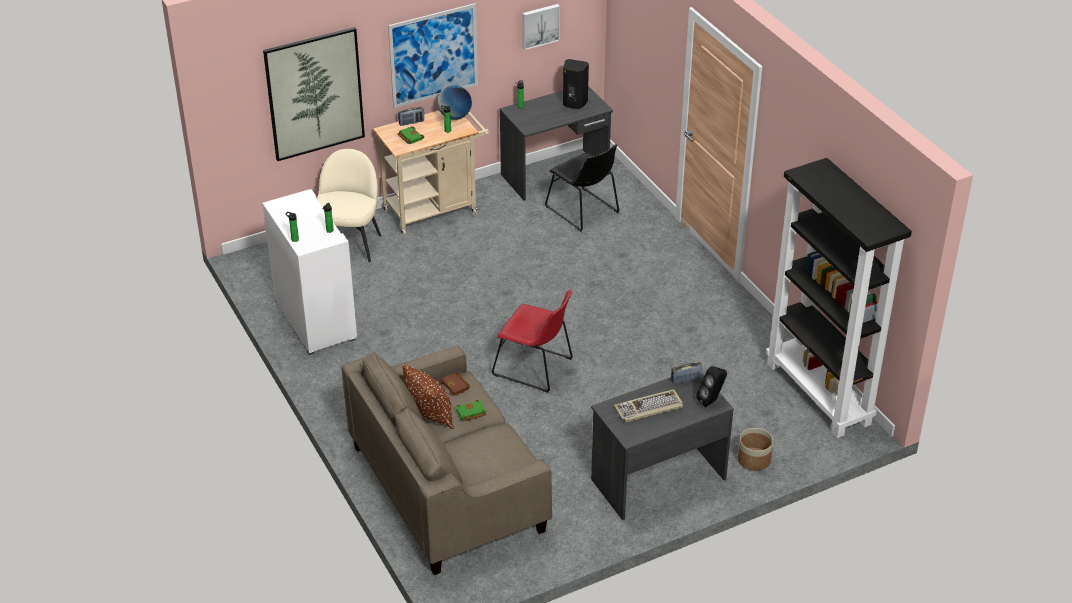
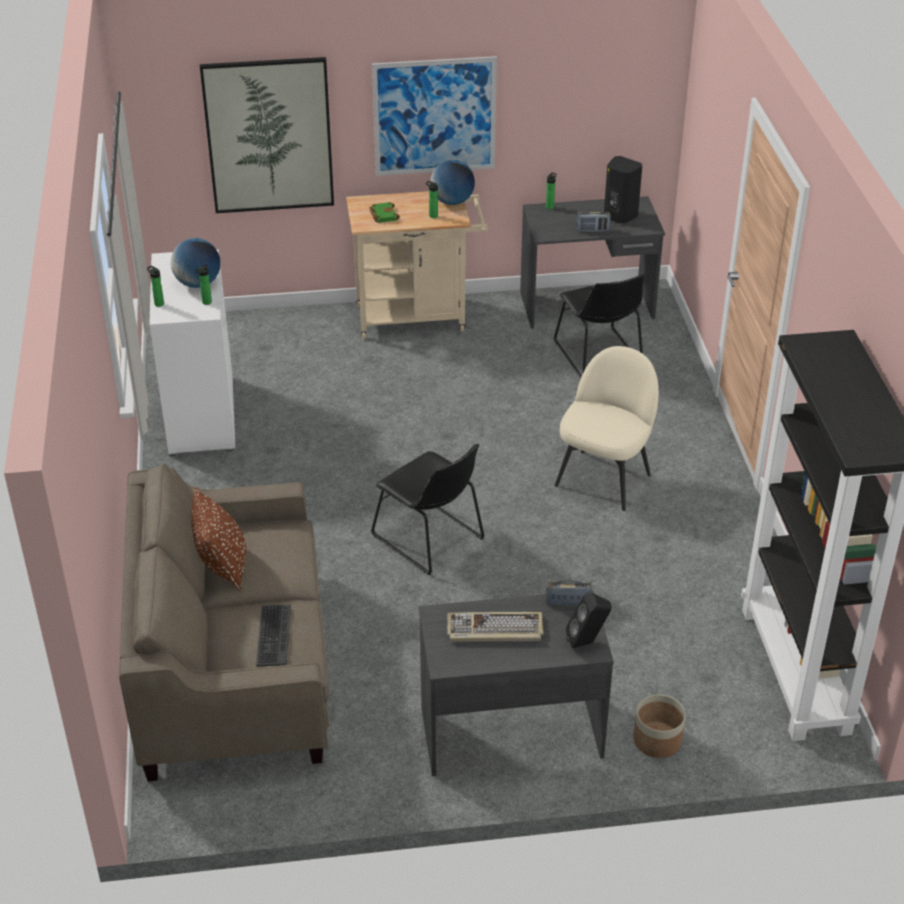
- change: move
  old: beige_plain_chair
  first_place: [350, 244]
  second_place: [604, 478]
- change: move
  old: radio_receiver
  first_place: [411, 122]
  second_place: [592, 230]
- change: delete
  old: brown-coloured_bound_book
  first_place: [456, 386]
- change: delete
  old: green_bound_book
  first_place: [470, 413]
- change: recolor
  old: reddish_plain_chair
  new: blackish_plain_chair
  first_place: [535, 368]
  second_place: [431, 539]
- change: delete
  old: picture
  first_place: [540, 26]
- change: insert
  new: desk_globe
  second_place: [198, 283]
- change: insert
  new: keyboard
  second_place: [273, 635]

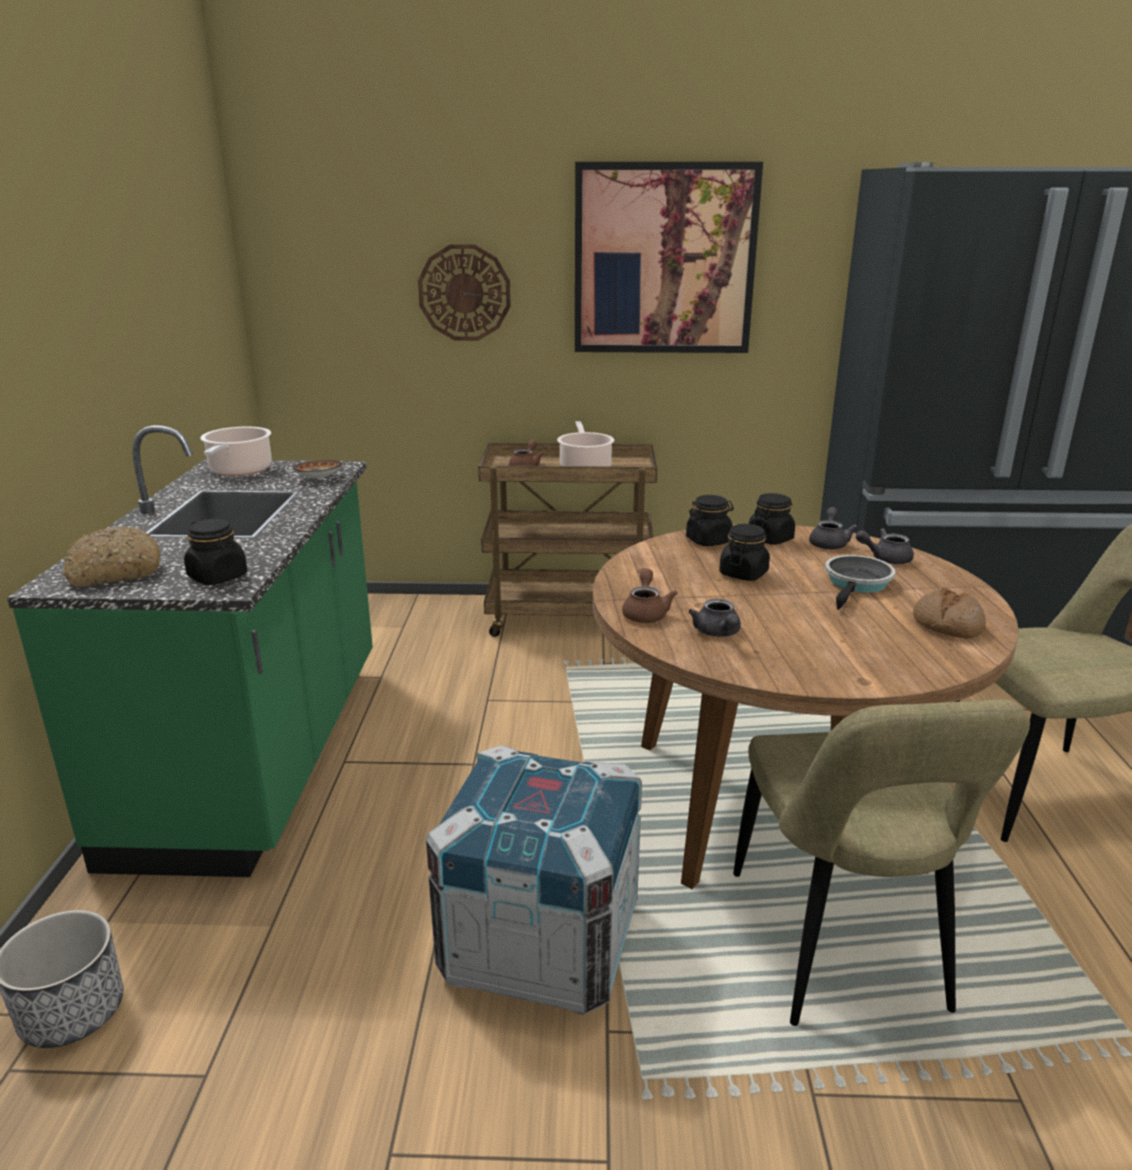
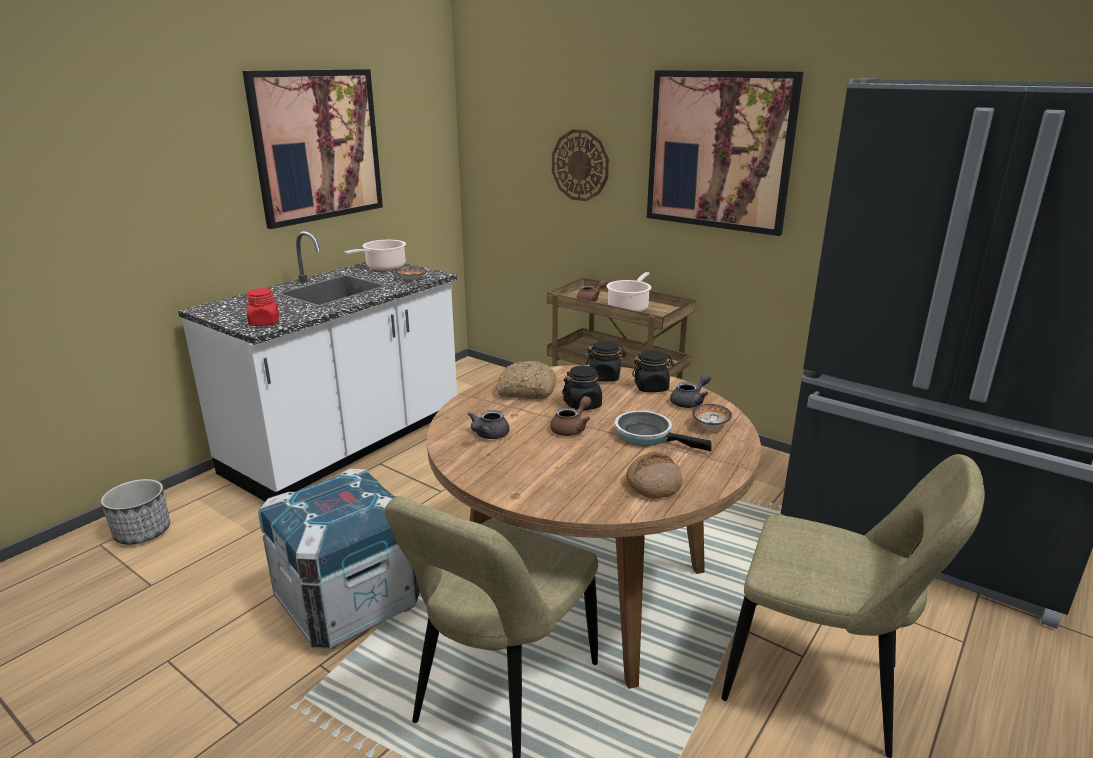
- change: recolor
  old: green_kitchen_base_unit
  new: white_kitchen_base_unit
  first_place: [260, 754]
  second_place: [347, 444]
- change: move
  old: bread
  first_place: [114, 572]
  second_place: [526, 390]
- change: recolor
  old: blackish_jar
  new: reddish_jar
  first_place: [218, 577]
  second_place: [264, 322]
- change: move
  old: brown-coloured_tea_pot
  first_place: [645, 613]
  second_place: [571, 428]
- change: rotate
  old: pan
  first_place: [857, 584]
  second_place: [648, 436]
  degrees: -120
- change: replace
  old: gray_tea_pot
  new: bowl
  first_place: [885, 559]
  second_place: [709, 425]
- change: insert
  new: picture
  second_place: [317, 146]

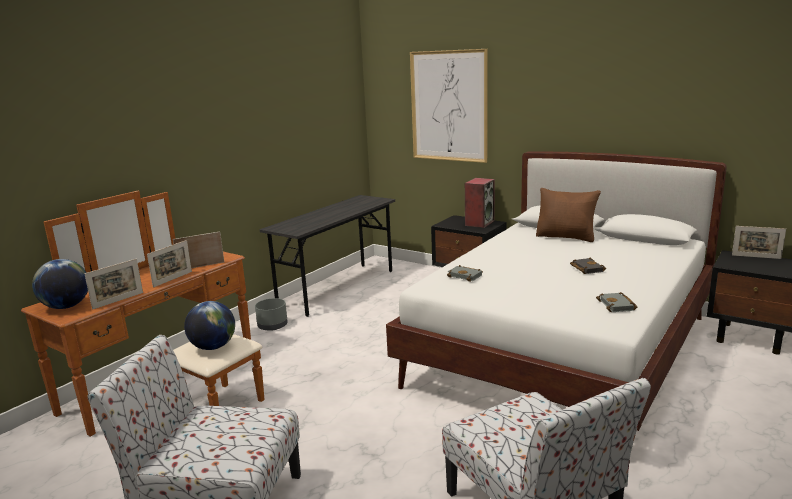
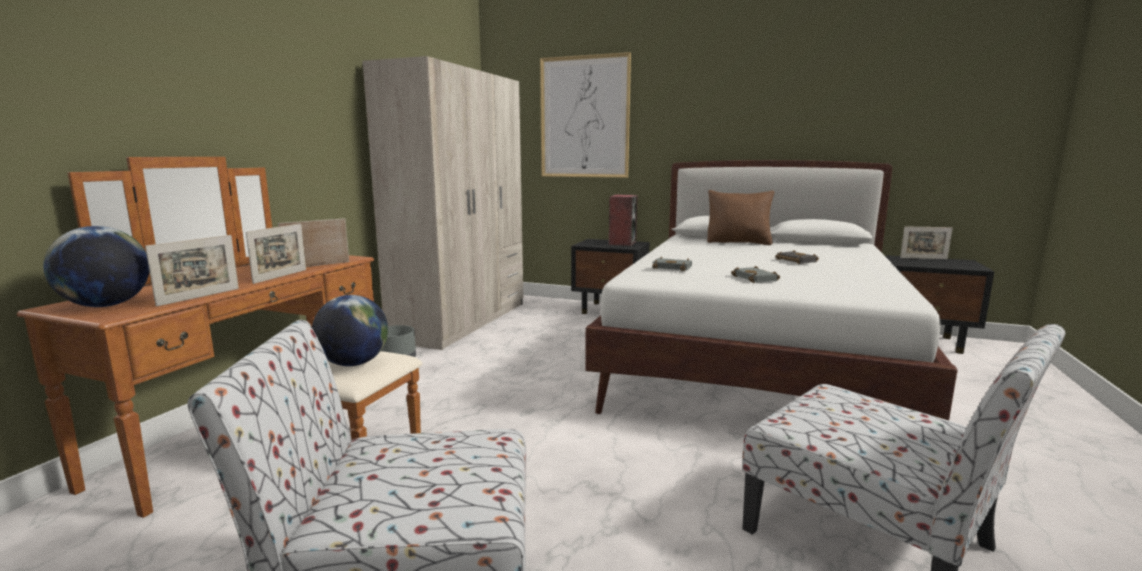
- change: replace
  old: gray_desk
  new: beige_wardrobe
  first_place: [337, 288]
  second_place: [462, 321]
- change: move
  old: gray_bound_book
  first_place: [618, 306]
  second_place: [757, 279]

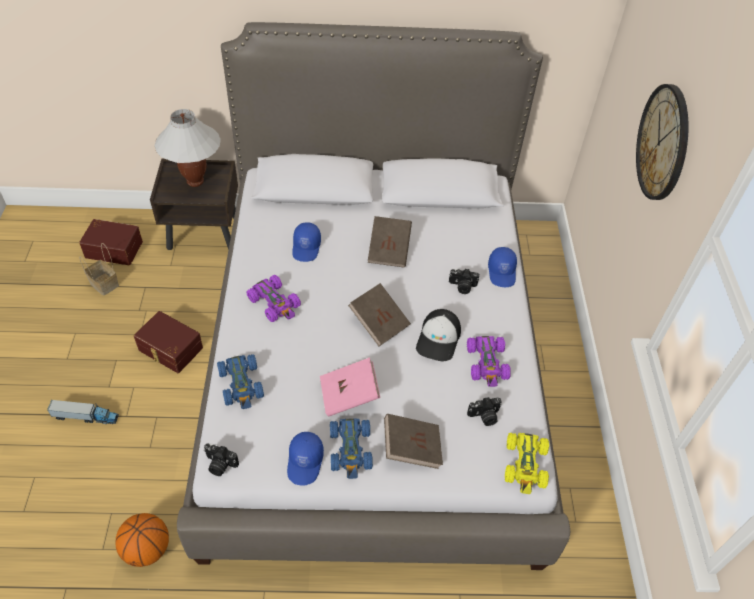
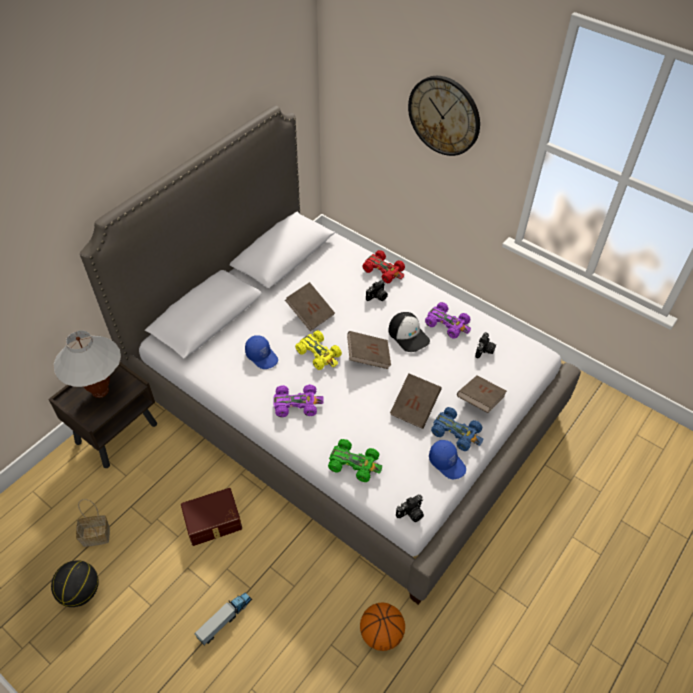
- change: delete
  old: brown-coloured_storage_bin
  first_place: [114, 248]
- change: recolor
  old: blue_miniature_car
  new: green_miniature_car
  first_place: [241, 384]
  second_place: [354, 464]
- change: recolor
  old: pink_bound_book
  new: brown-coloured_bound_book
  first_place: [349, 395]
  second_place: [414, 408]
- change: replace
  old: blue_cap
  new: reddish_miniature_car
  first_place: [502, 272]
  second_place: [384, 270]
- change: move
  old: yellow_miniature_car
  first_place: [525, 465]
  second_place: [319, 354]
- change: insert
  new: ball_for_basketball
  second_place: [80, 592]

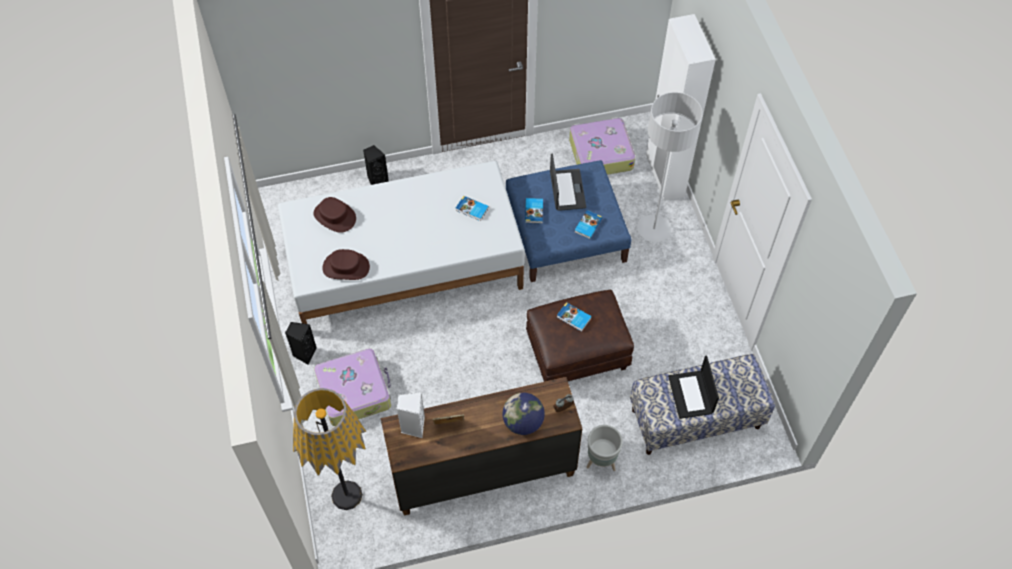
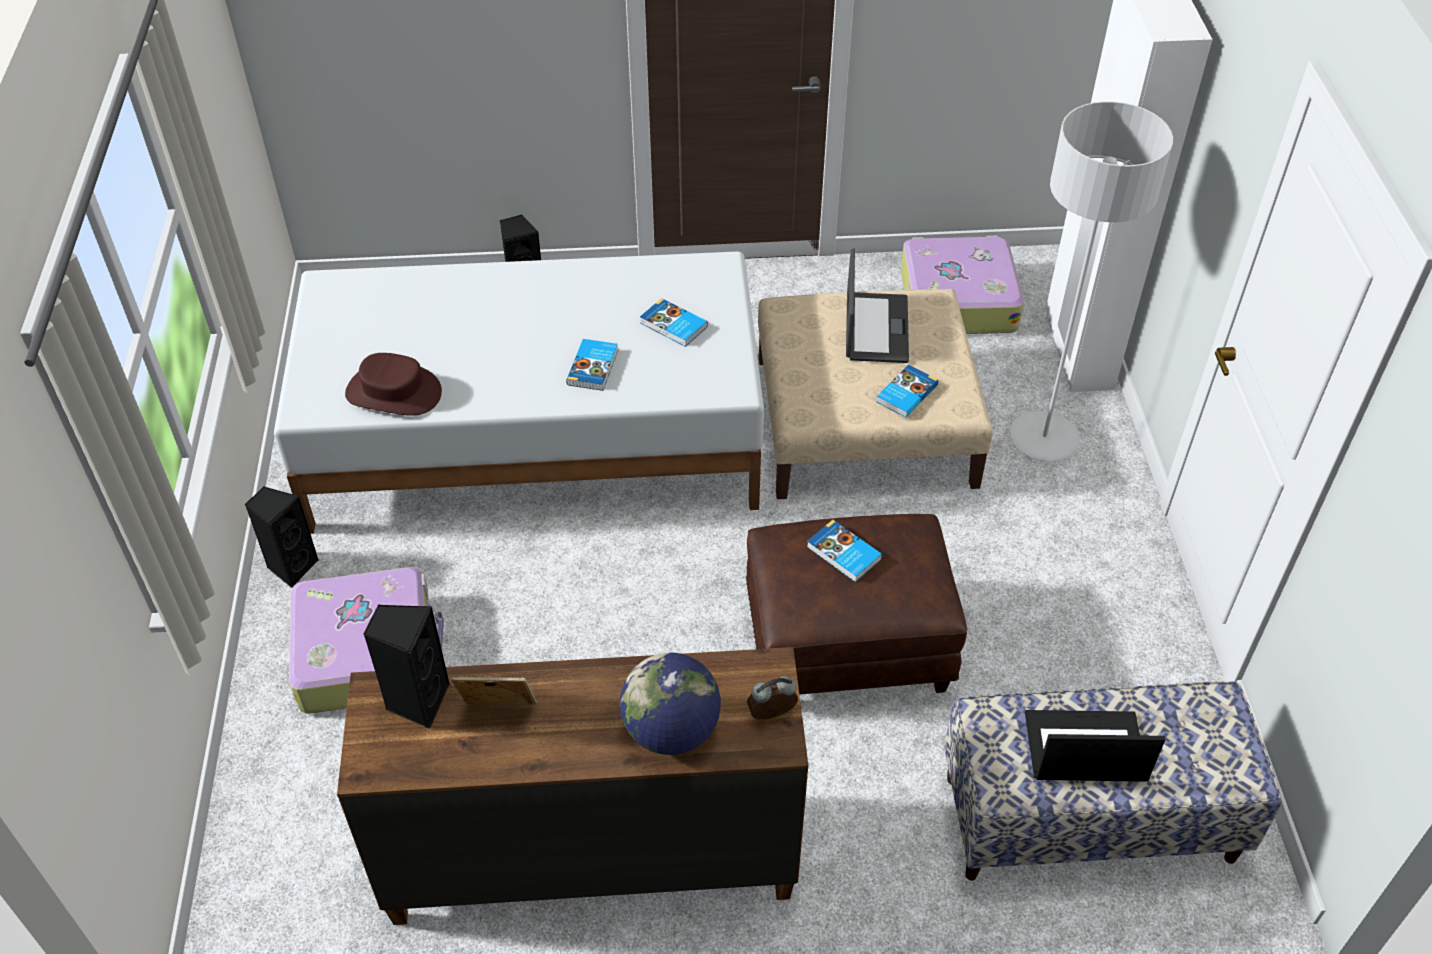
- change: delete
  old: standard_lamp
  first_place: [346, 495]
- change: delete
  old: brown-coloured_clothing_hat
  first_place: [334, 216]
- change: recolor
  old: white_audio_speaker
  new: blackish_audio_speaker
  first_place: [413, 426]
  second_place: [417, 700]
- change: recolor
  old: blue_footrest
  new: beige_footrest
  first_place: [565, 232]
  second_place: [863, 421]
- change: move
  old: bound_book
  first_place: [534, 211]
  second_place: [594, 367]
- change: delete
  old: gray_plant_pot
  first_place: [601, 462]
- change: rotate
  old: notebook_computer
  first_place: [691, 395]
  second_place: [1084, 749]
  degrees: 90

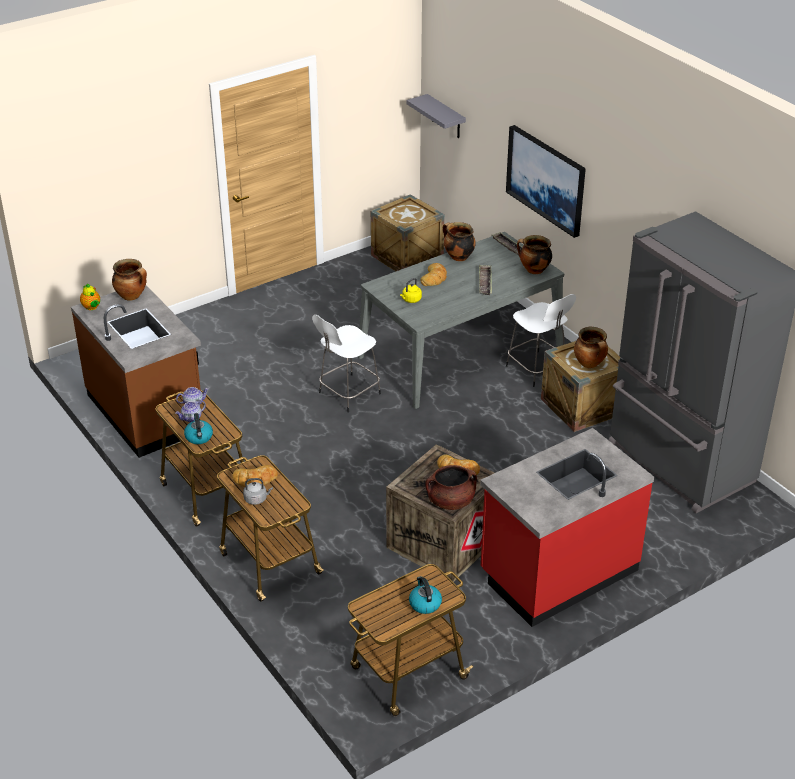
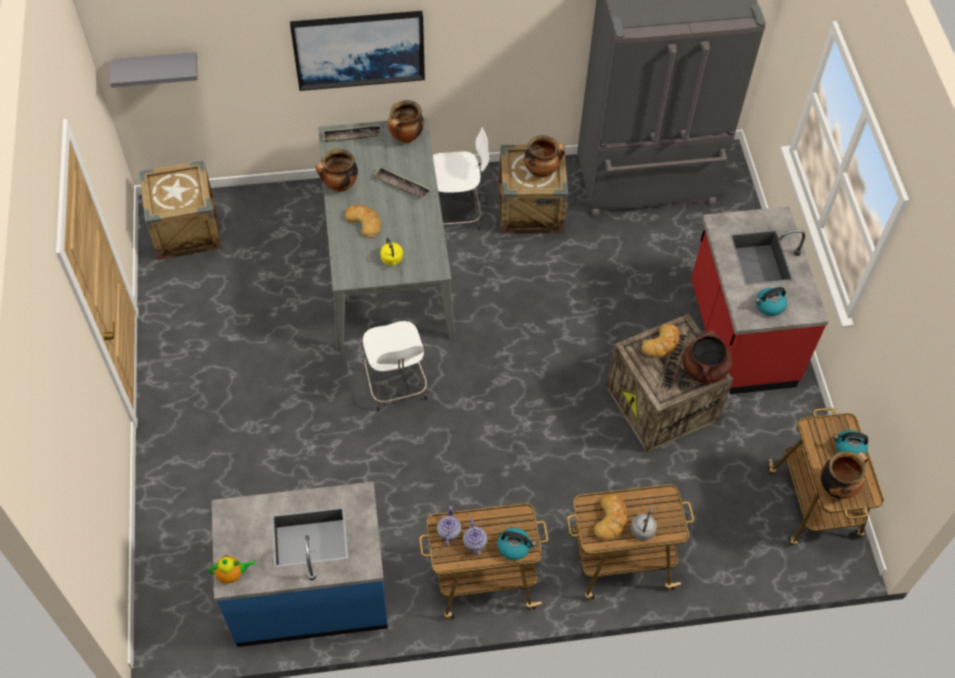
- change: recolor
  old: brown-coloured_kitchen_base_unit
  new: blue_kitchen_base_unit
  first_place: [147, 412]
  second_place: [310, 592]
- change: move
  old: cooking_pot
  first_place: [132, 296]
  second_place: [837, 486]
- change: insert
  new: kettle
  second_place: [769, 306]

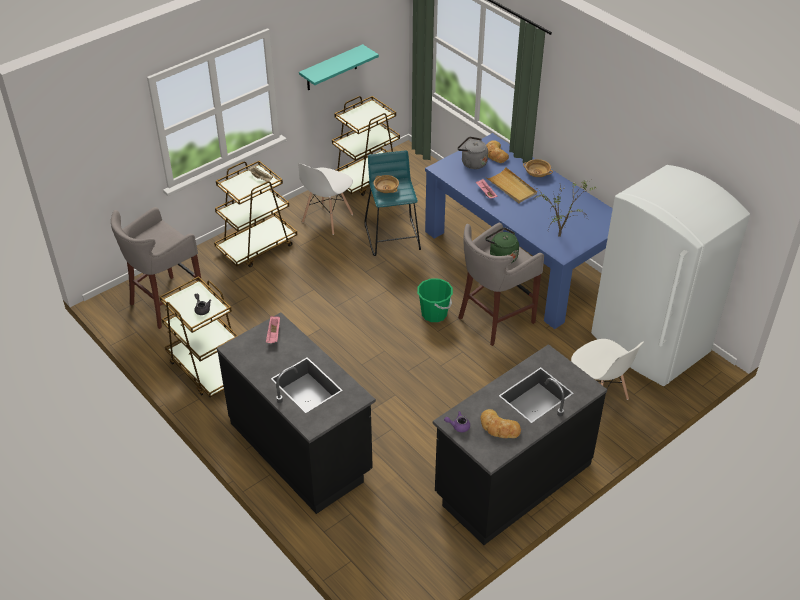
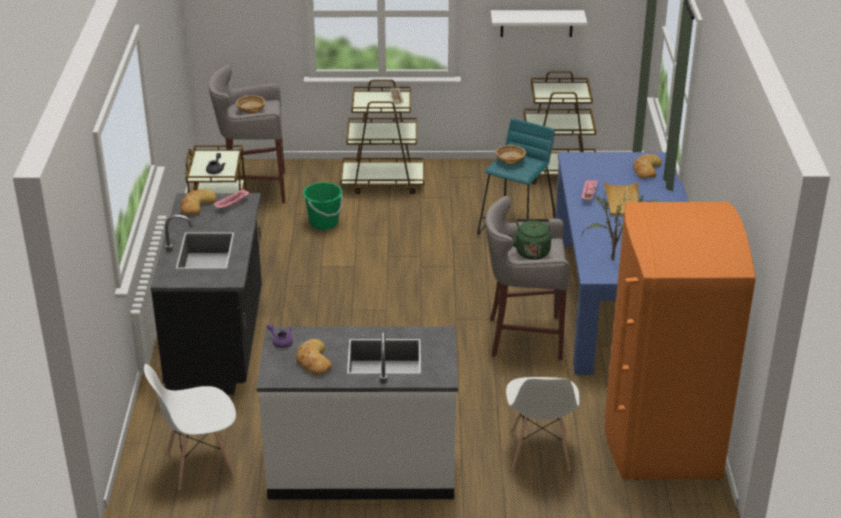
- change: move
  old: white_plain_chair
  first_place: [327, 218]
  second_place: [199, 464]
- change: recolor
  old: turquoise_wall_shelf
  new: white_wall_shelf
  first_place: [331, 68]
  second_place: [536, 23]
- change: move
  old: green_pail
  first_place: [434, 314]
  second_place: [324, 223]
- change: recolor
  old: blackish_kitchen_base_unit
  new: white_kitchen_base_unit
  first_place: [512, 480]
  second_place: [362, 467]
- change: delete
  old: gray_kettle
  first_place: [472, 163]
- change: move
  old: beige_bowl
  first_place: [537, 173]
  second_place: [250, 110]
- change: recolor
  old: white_kitchen_fridge
  new: orange_kitchen_fridge
  first_place: [649, 345]
  second_place: [660, 438]
- change: insert
  new: bread
  second_place: [196, 205]

